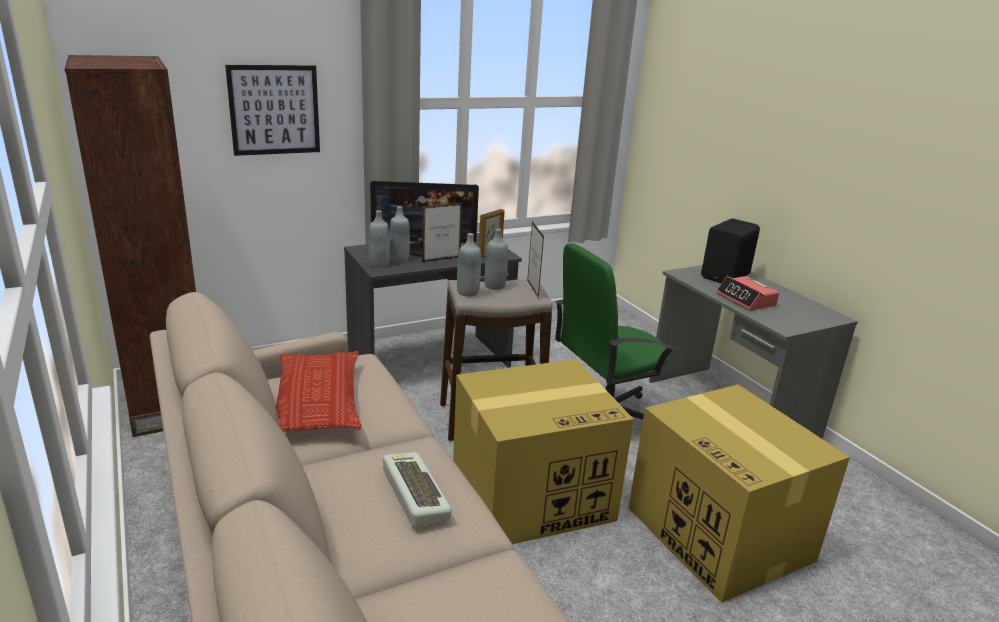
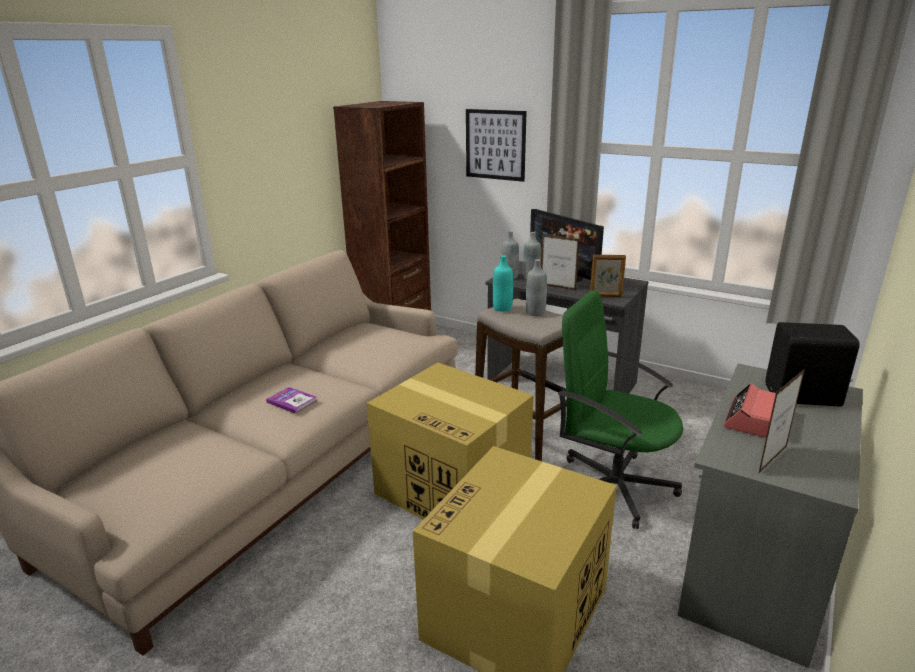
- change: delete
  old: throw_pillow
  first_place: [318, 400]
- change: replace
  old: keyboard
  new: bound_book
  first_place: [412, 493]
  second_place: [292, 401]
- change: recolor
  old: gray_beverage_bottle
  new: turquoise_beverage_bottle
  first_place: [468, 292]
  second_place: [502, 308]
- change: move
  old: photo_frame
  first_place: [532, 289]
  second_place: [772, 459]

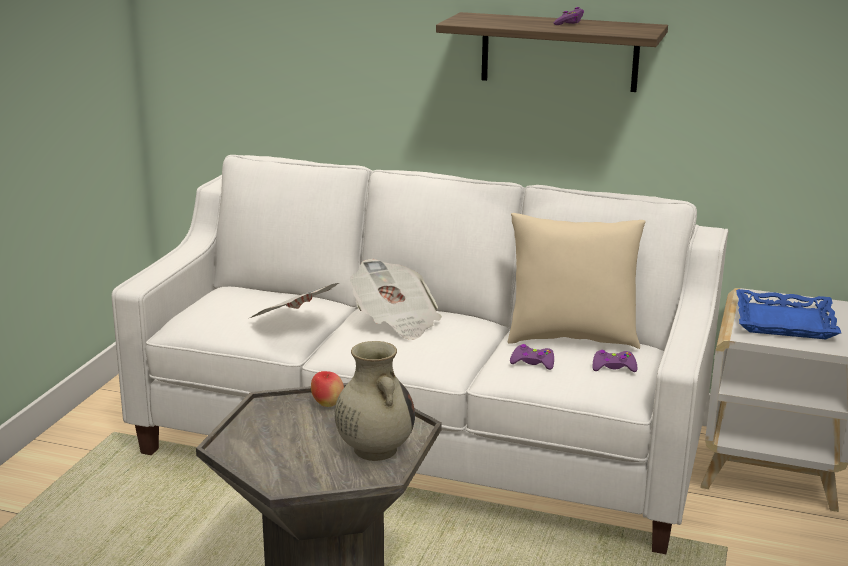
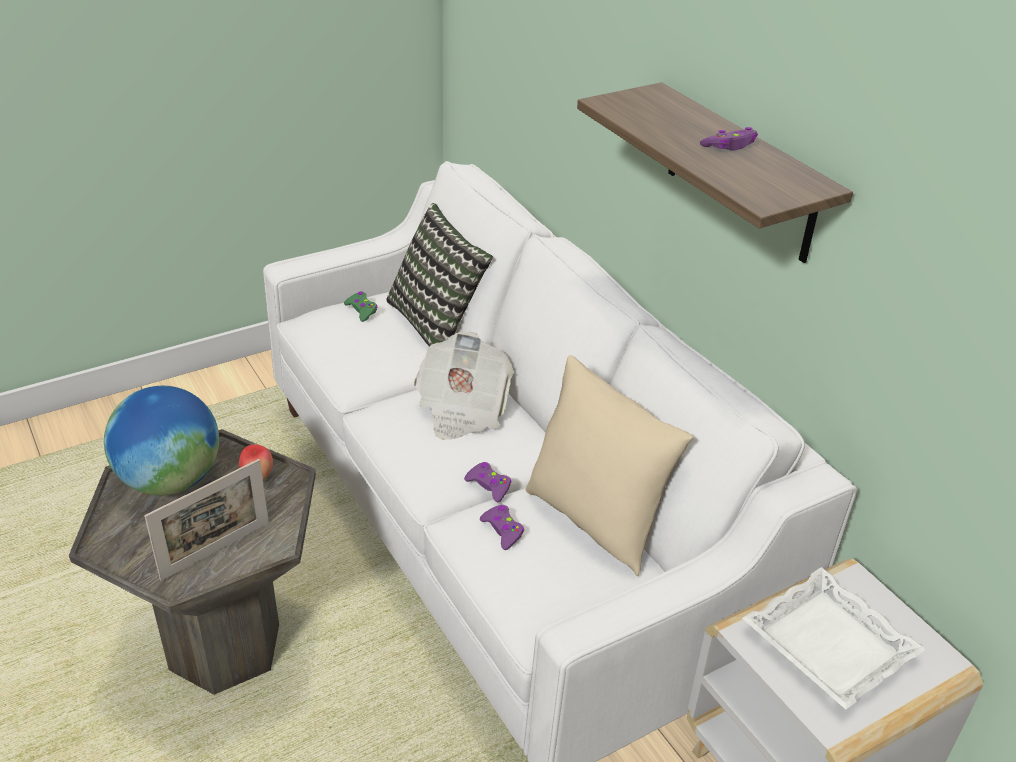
- change: delete
  old: daily_paper
  first_place: [294, 323]
- change: replace
  old: beige_flower_vase
  new: photo_frame
  first_place: [374, 449]
  second_place: [216, 550]
- change: move
  old: purplish_joypad
  first_place: [613, 367]
  second_place: [489, 486]
- change: recolor
  old: blue_carrying_tray
  new: white_carrying_tray
  first_place: [785, 321]
  second_place: [830, 644]
- change: insert
  new: desk_globe
  second_place: [171, 481]
- change: insert
  new: green_joypad
  second_place: [362, 310]
- change: insert
  new: throw_pillow
  second_place: [437, 323]

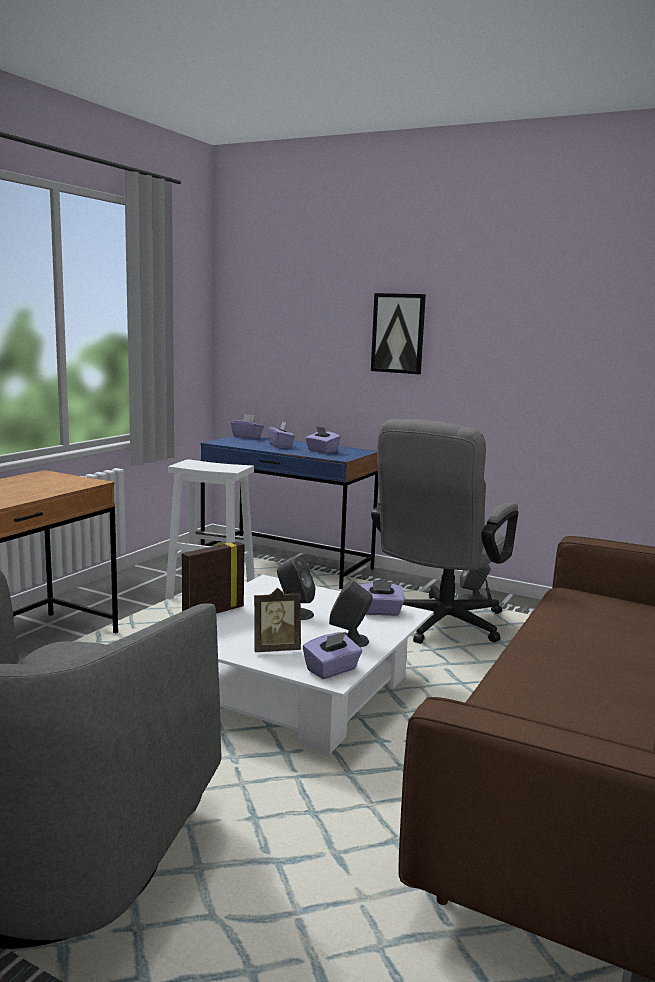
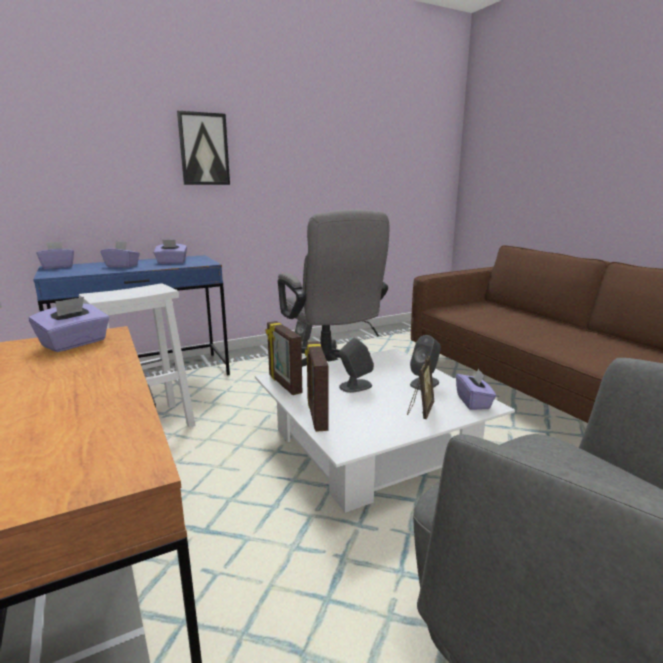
- change: move
  old: purplish_box_of_tissues
  first_place: [380, 612]
  second_place: [75, 343]
- change: insert
  new: photo_frame
  second_place: [284, 384]

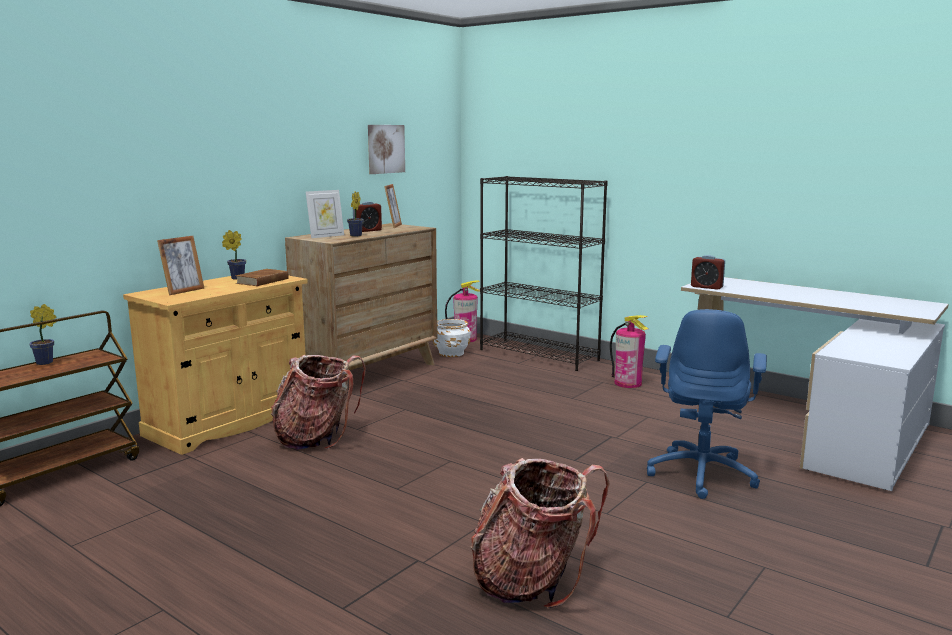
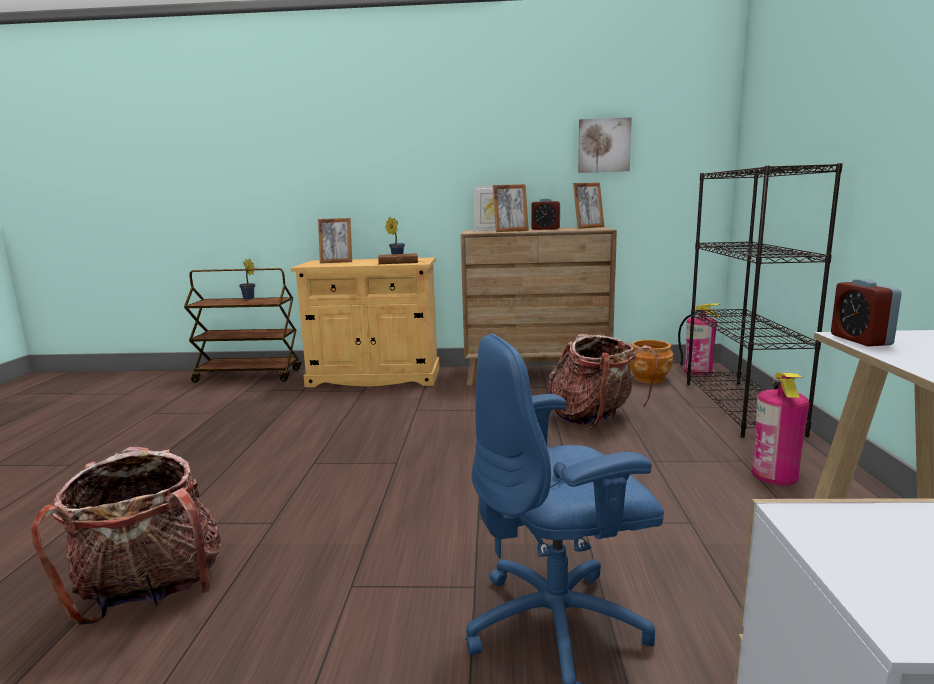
- change: move
  old: backpack
  first_place: [317, 438]
  second_place: [594, 418]
- change: replace
  old: houseplant
  new: photo_frame
  first_place: [355, 236]
  second_place: [511, 231]
- change: recolor
  old: white_plant_pot
  new: brown-coloured_plant_pot
  first_place: [451, 353]
  second_place: [649, 379]

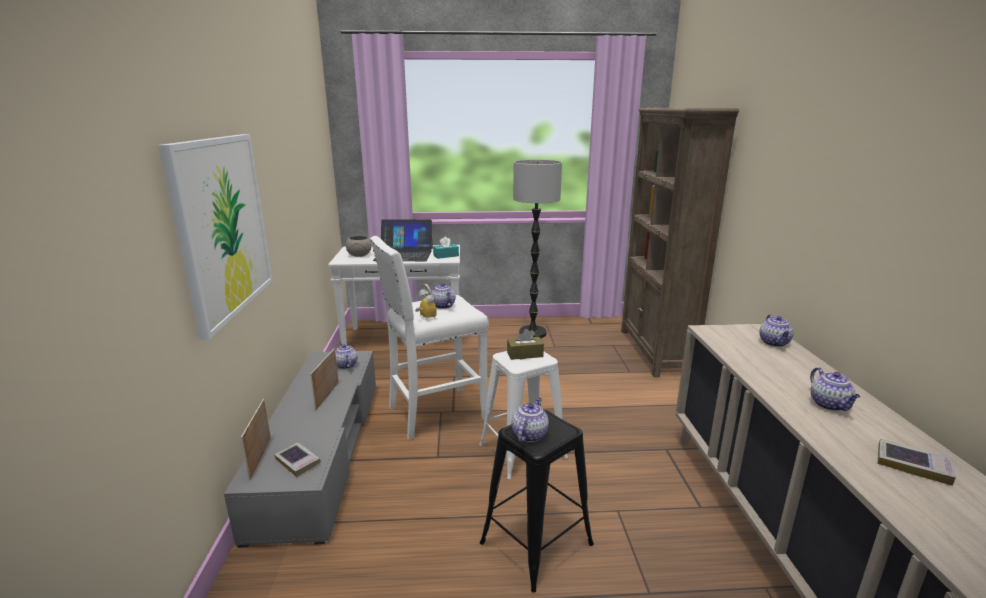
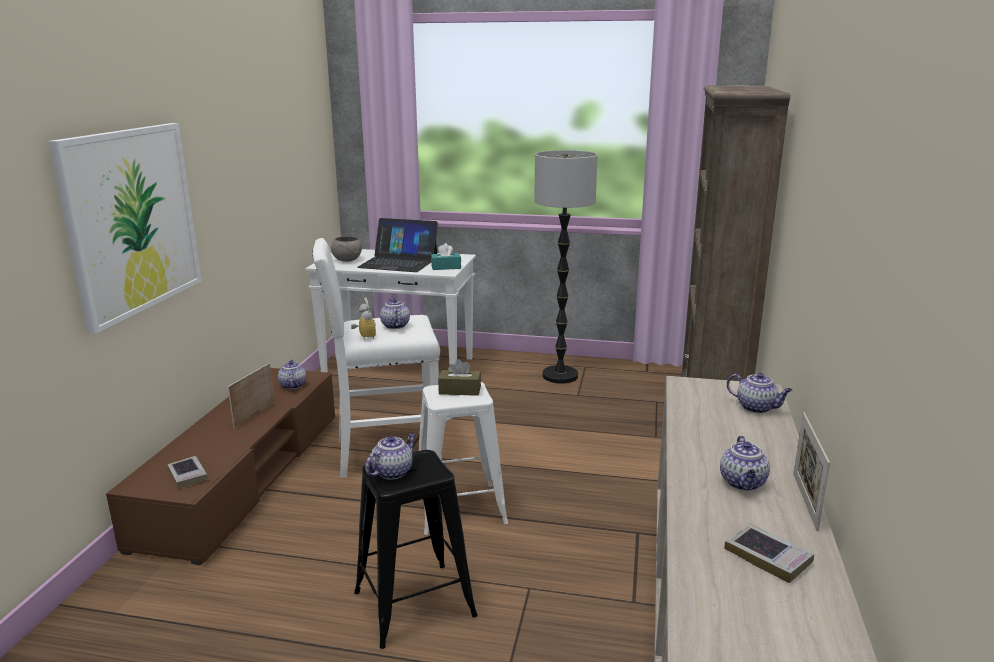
- change: recolor
  old: gray_tv_stand
  new: brown-coloured_tv_stand
  first_place: [321, 452]
  second_place: [243, 477]
- change: move
  old: photo_frame
  first_place: [260, 457]
  second_place: [805, 501]
- change: rotate
  old: tea_pot
  first_place: [774, 343]
  second_place: [757, 408]
  degrees: -75

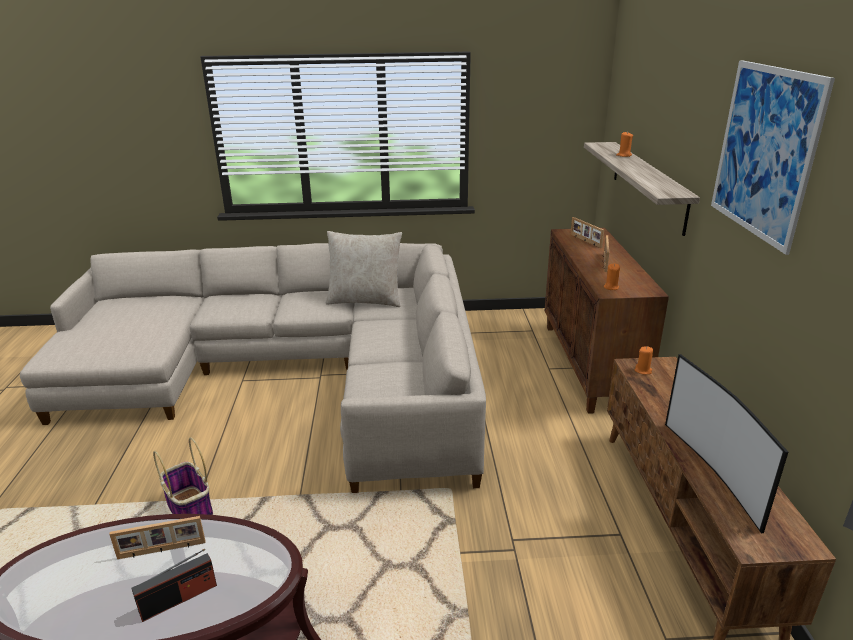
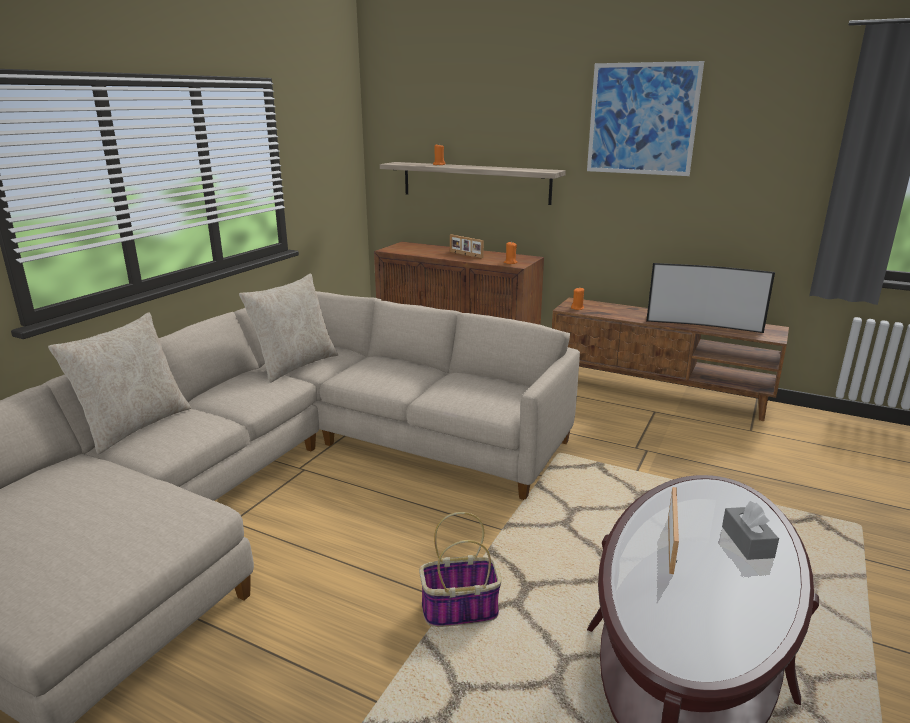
- change: replace
  old: radio_receiver
  new: gray_box_of_tissues
  first_place: [179, 598]
  second_place: [747, 542]
- change: delete
  old: photo_frame
  first_place: [585, 241]
- change: insert
  new: beige_throw_pillow
  second_place: [134, 426]

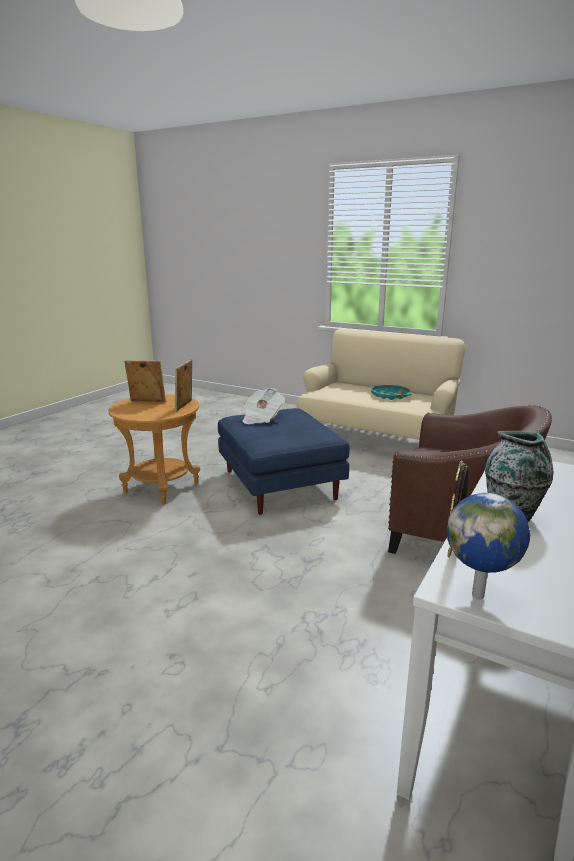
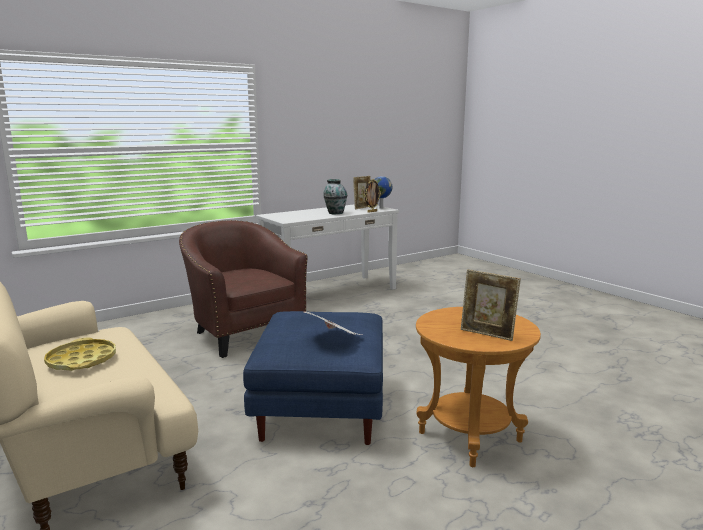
- change: move
  old: photo_frame
  first_place: [185, 406]
  second_place: [362, 207]
- change: recolor
  old: turquoise_carrying_tray
  new: yellow_carrying_tray
  first_place: [390, 395]
  second_place: [81, 360]

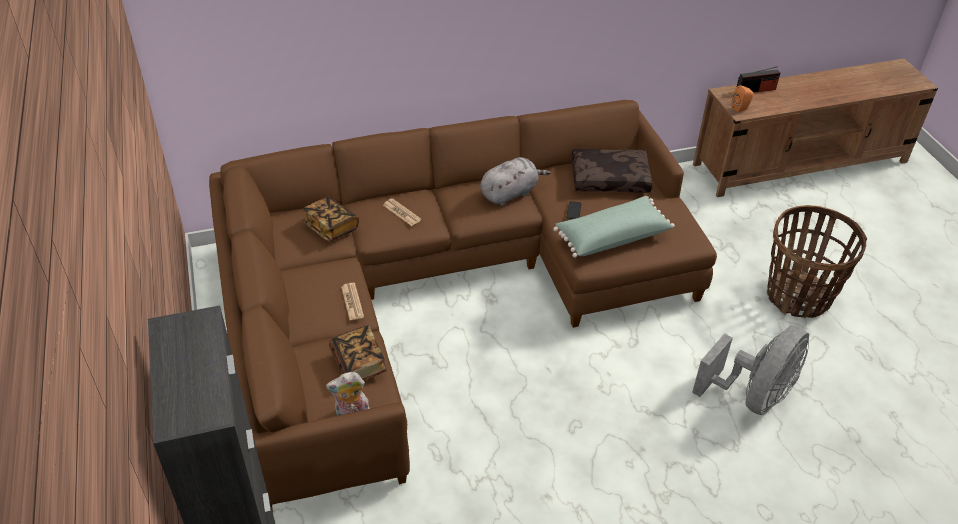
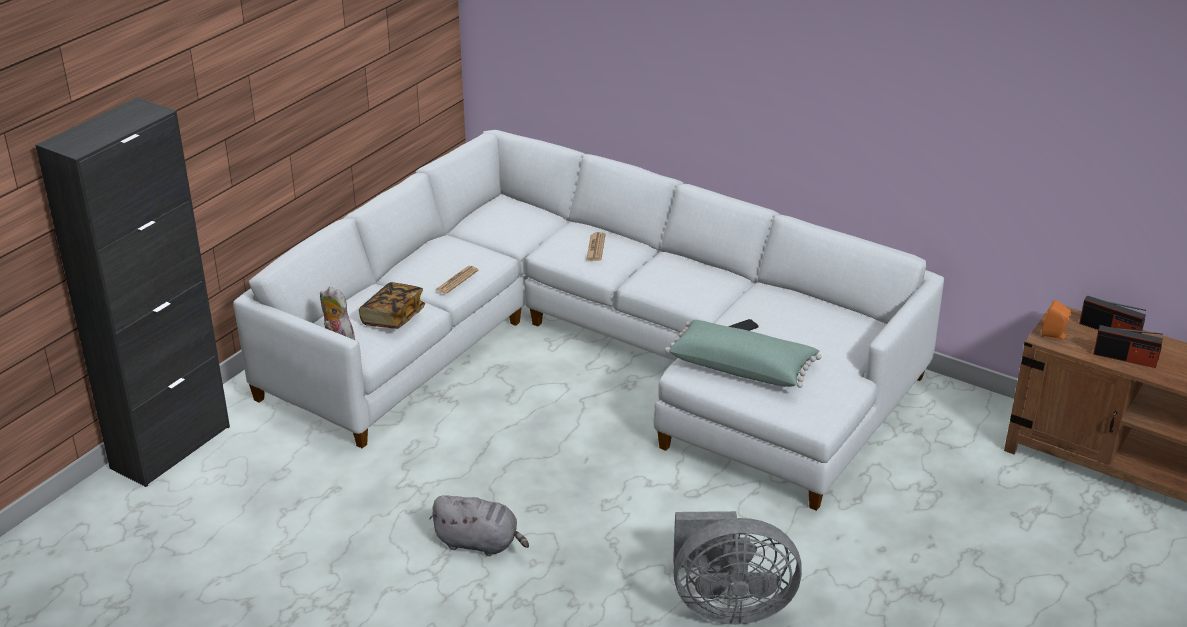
- change: recolor
  old: brown-coloured_settee
  new: white_settee
  first_place: [439, 290]
  second_place: [597, 353]
- change: delete
  old: bound_book
  first_place: [331, 227]
- change: move
  old: gray_plush_toy
  first_place: [510, 193]
  second_place: [480, 543]
- change: delete
  old: brown-coloured_throw_pillow
  first_place: [610, 178]
- change: delete
  old: household_basket
  first_place: [798, 296]
- change: insert
  new: radio_receiver
  second_place: [1125, 358]

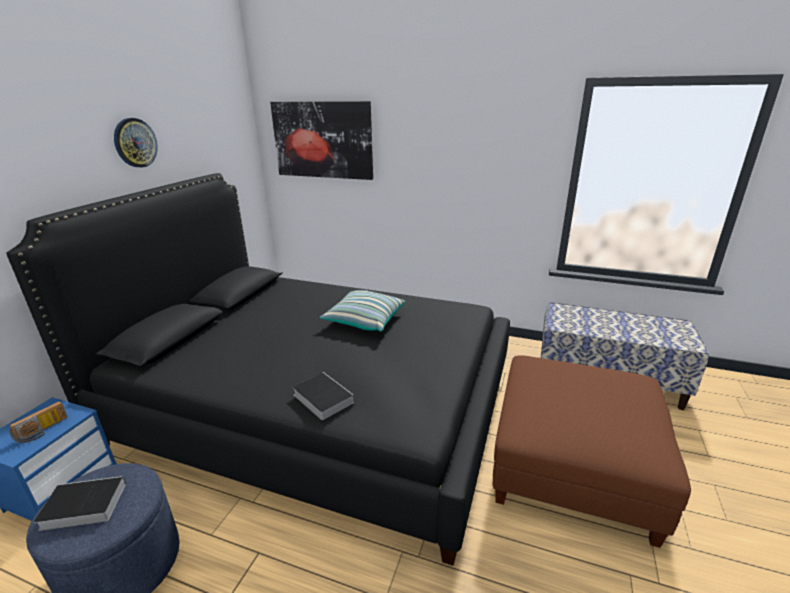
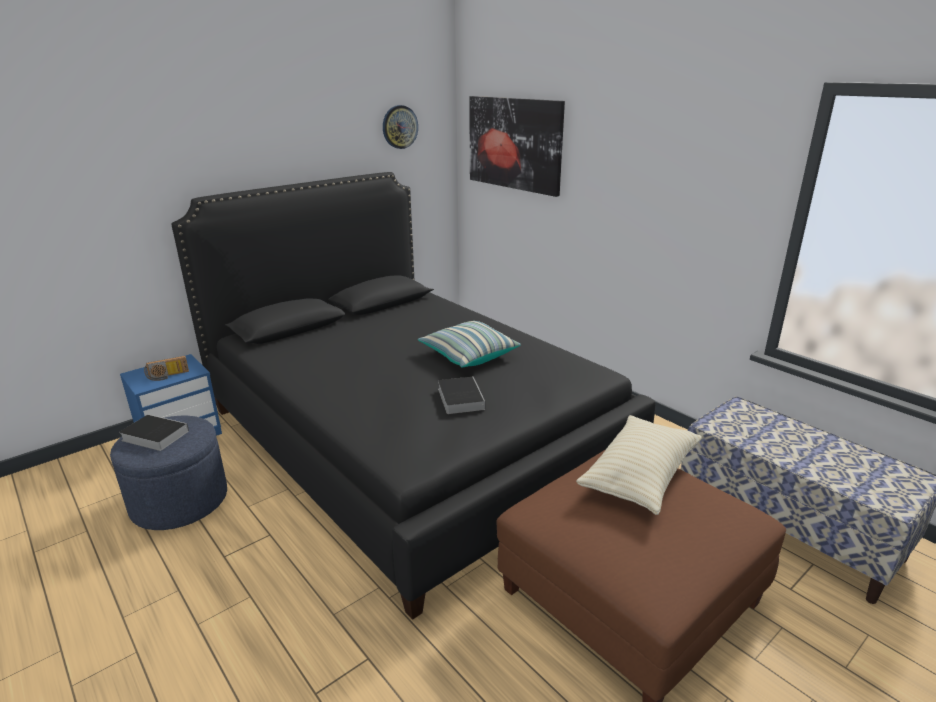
- change: move
  old: wall_clock
  first_place: [135, 143]
  second_place: [399, 127]
- change: move
  old: bound_book
  first_place: [321, 398]
  second_place: [460, 398]
- change: insert
  new: beige_throw_pillow
  second_place: [639, 476]

